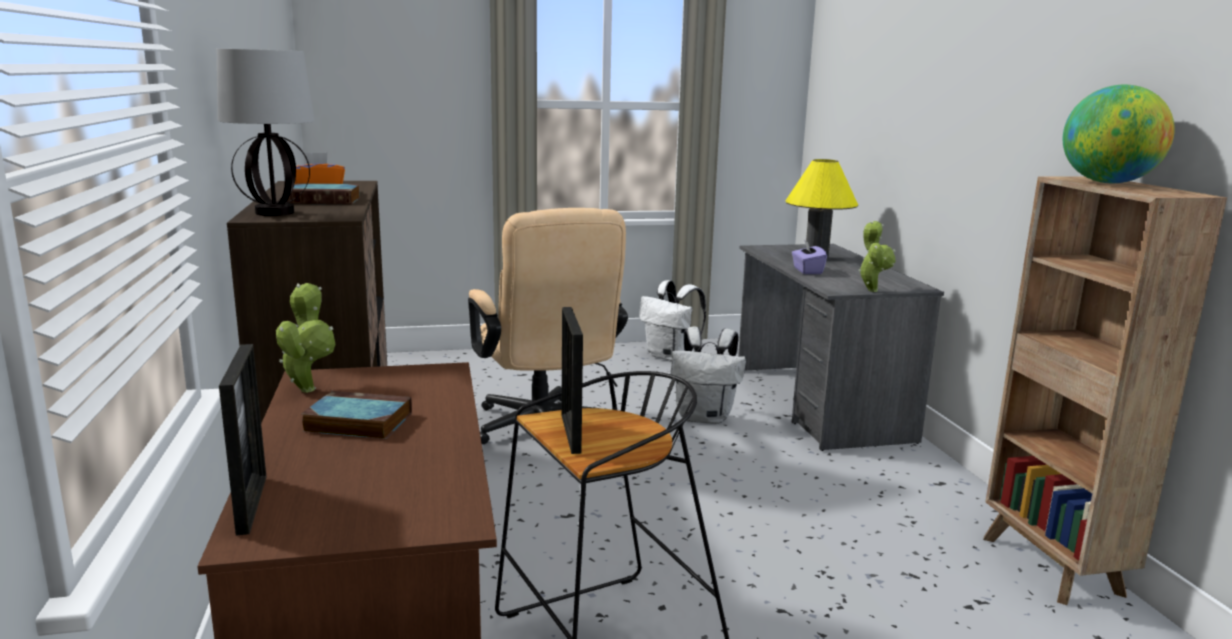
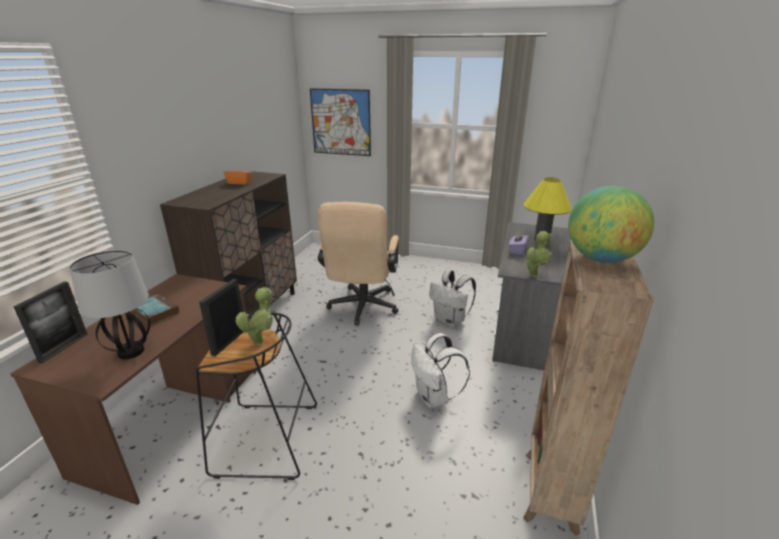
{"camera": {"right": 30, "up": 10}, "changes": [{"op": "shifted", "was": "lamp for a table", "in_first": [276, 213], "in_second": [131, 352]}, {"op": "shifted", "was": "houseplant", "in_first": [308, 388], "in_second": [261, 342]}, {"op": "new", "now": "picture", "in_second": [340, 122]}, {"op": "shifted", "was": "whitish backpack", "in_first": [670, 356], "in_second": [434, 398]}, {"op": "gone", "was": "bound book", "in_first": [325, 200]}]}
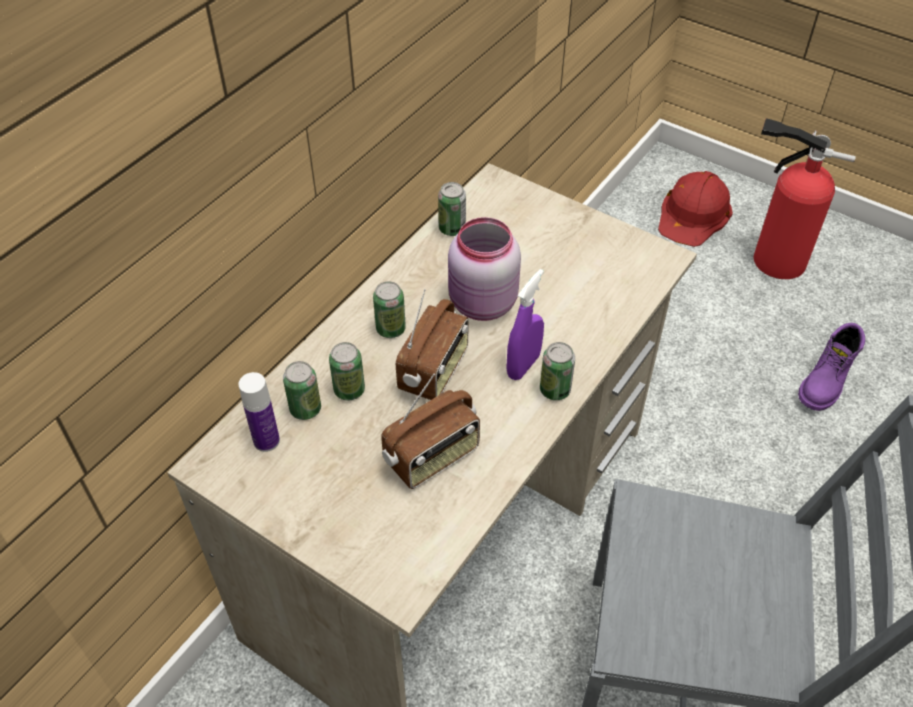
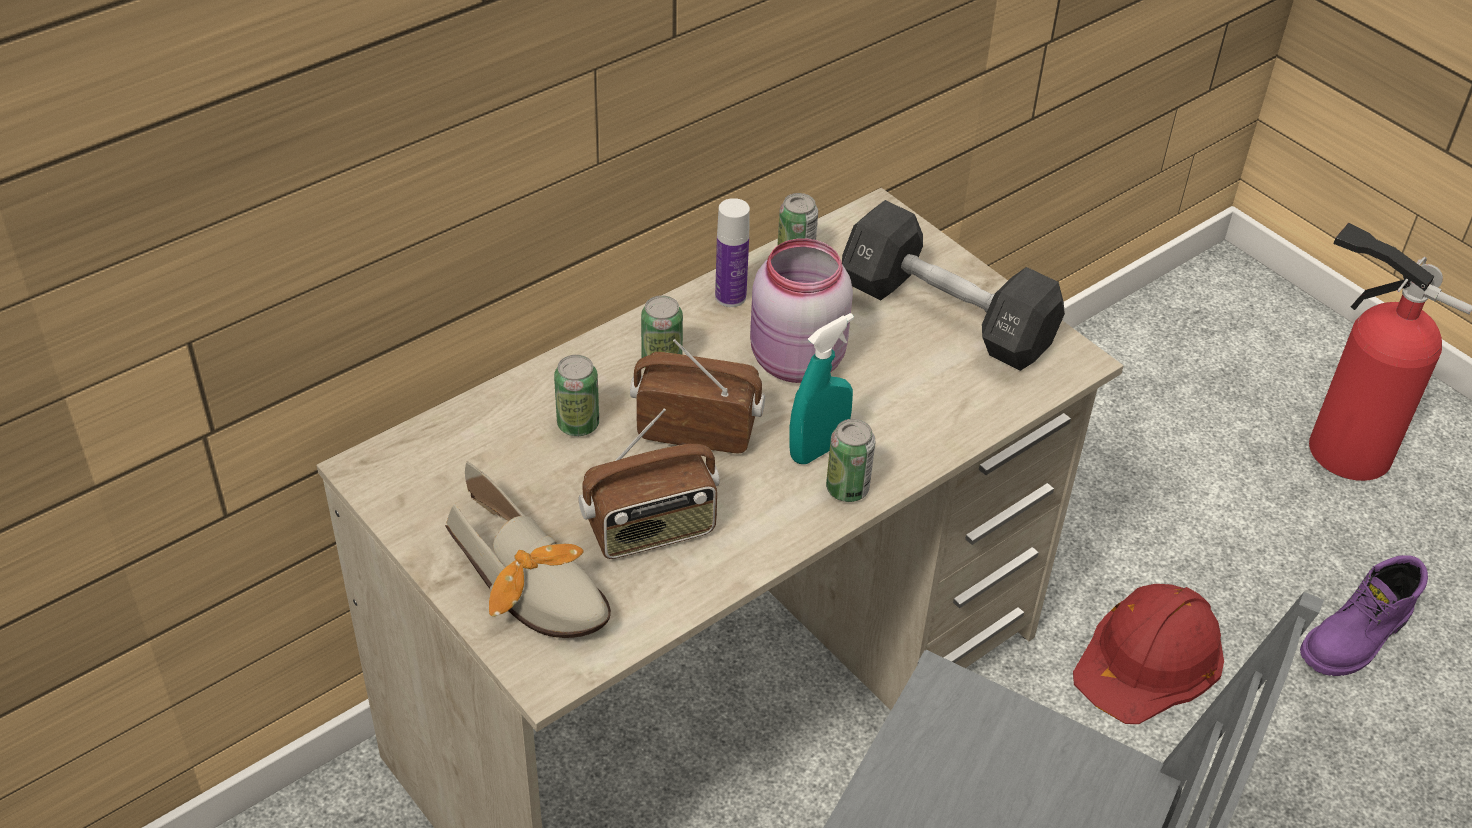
{"camera": {"right": 15, "up": -5}, "changes": [{"op": "new", "now": "shoe", "in_second": [533, 585]}, {"op": "rotated", "was": "radio", "in_first": [434, 371], "in_second": [697, 428], "clockwise": -120}, {"op": "shifted", "was": "bottle", "in_first": [266, 441], "in_second": [730, 297]}, {"op": "repainted", "was": "purplish spray bottle", "now": "blue-green spray bottle", "in_first": [523, 365], "in_second": [818, 449]}, {"op": "new", "now": "black free weight", "in_second": [946, 315]}, {"op": "shifted", "was": "red-coloured safety helmet", "in_first": [694, 214], "in_second": [1150, 659]}, {"op": "gone", "was": "can", "in_first": [305, 409]}]}
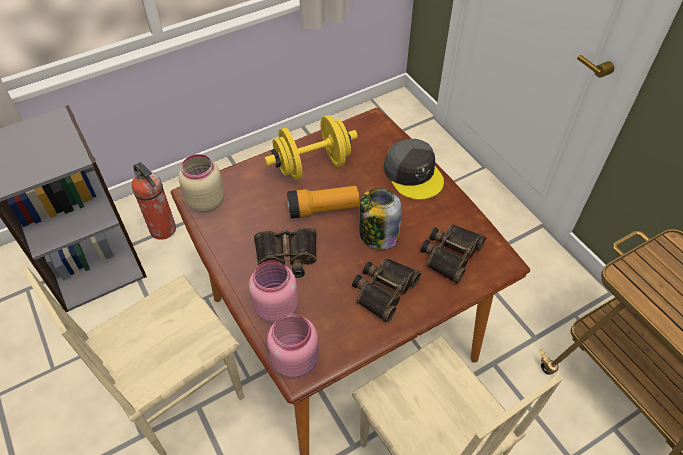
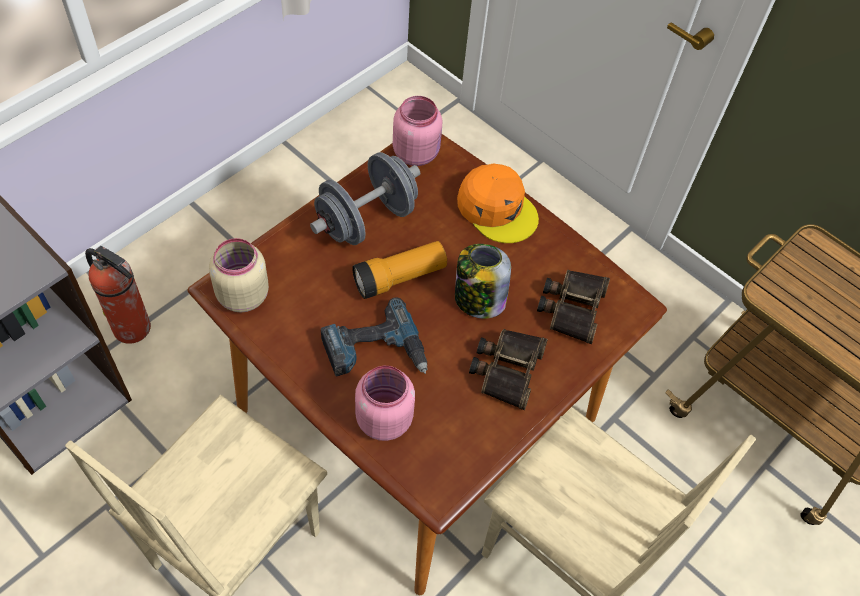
{"camera": {"right": -20, "up": 5}, "changes": [{"op": "repainted", "was": "yellow-coloured free weight", "now": "gray free weight", "in_first": [312, 165], "in_second": [366, 220]}, {"op": "swapped", "was": "field glasses", "now": "drill", "in_first": [286, 257], "in_second": [375, 351]}, {"op": "shifted", "was": "pink-coloured storage jar", "in_first": [296, 359], "in_second": [416, 152]}, {"op": "repainted", "was": "gray peaked cap", "now": "orangey peaked cap", "in_first": [413, 174], "in_second": [497, 209]}]}
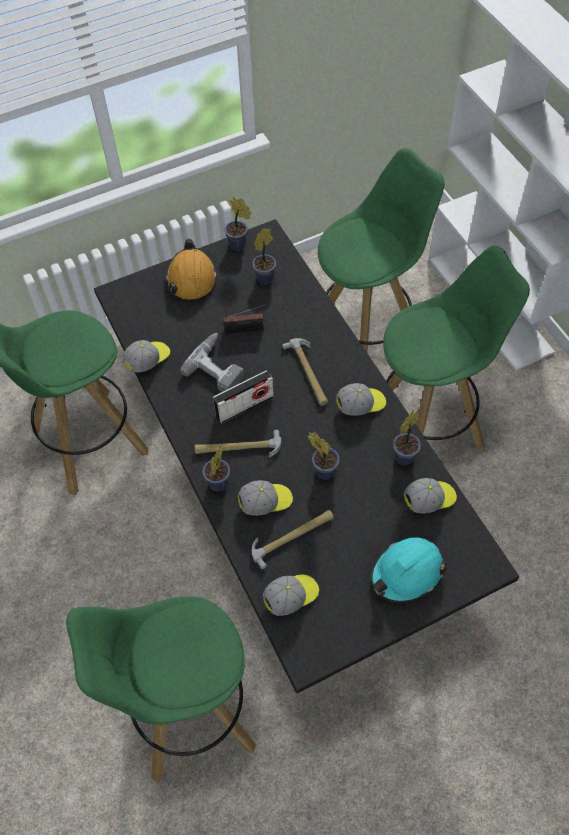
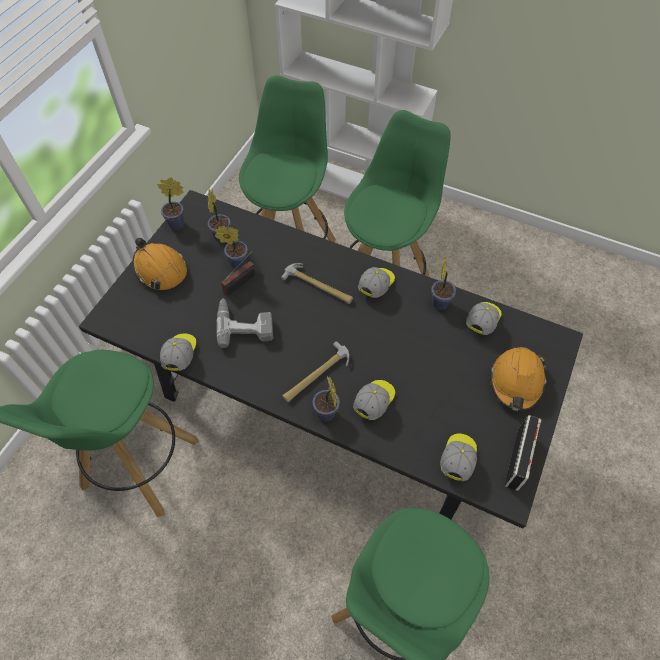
{"camera": {"right": -40, "up": 0}, "changes": [{"op": "shifted", "was": "houseplant", "in_first": [323, 470], "in_second": [236, 263]}, {"op": "repainted", "was": "blue-green safety helmet", "now": "orangey safety helmet", "in_first": [406, 573], "in_second": [516, 382]}, {"op": "shifted", "was": "radio", "in_first": [245, 406], "in_second": [518, 459]}, {"op": "gone", "was": "hand hammer", "in_first": [292, 537]}]}
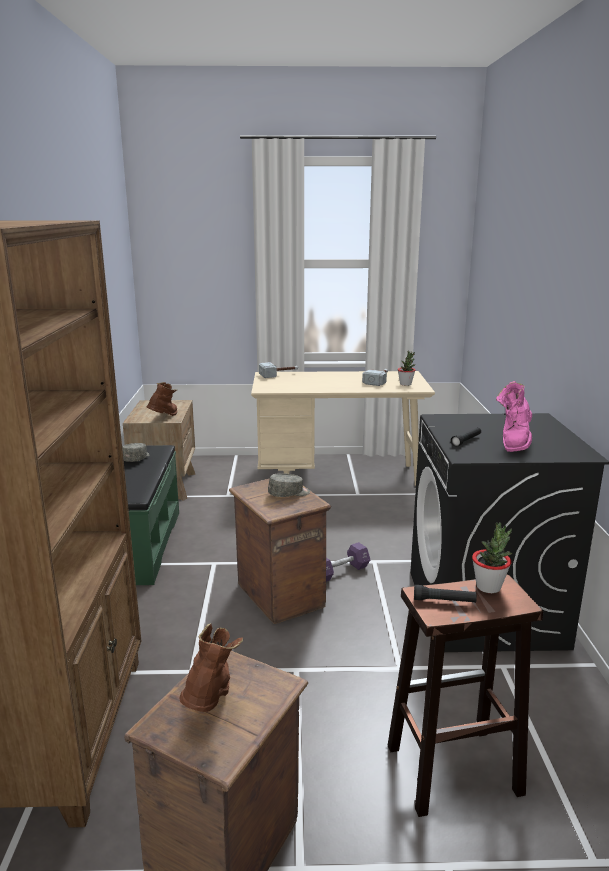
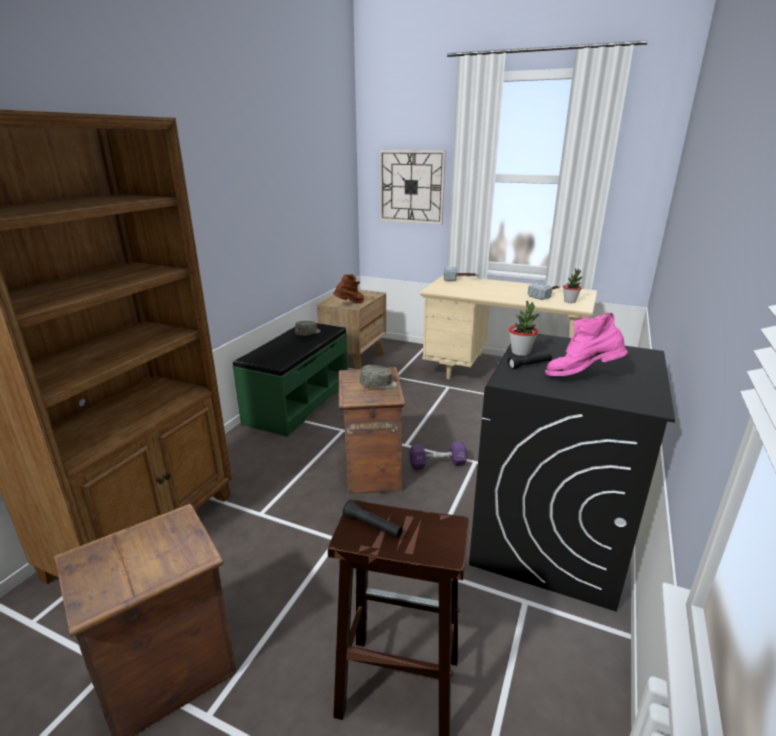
{"camera": {"right": 25, "up": 5}, "changes": [{"op": "new", "now": "clock on the wall", "in_second": [411, 187]}, {"op": "shifted", "was": "houseplant", "in_first": [488, 587], "in_second": [520, 352]}, {"op": "rotated", "was": "pink-coloured high-top boot", "in_first": [514, 442], "in_second": [581, 376], "clockwise": 45}, {"op": "gone", "was": "brown high-top boot", "in_first": [210, 701]}]}
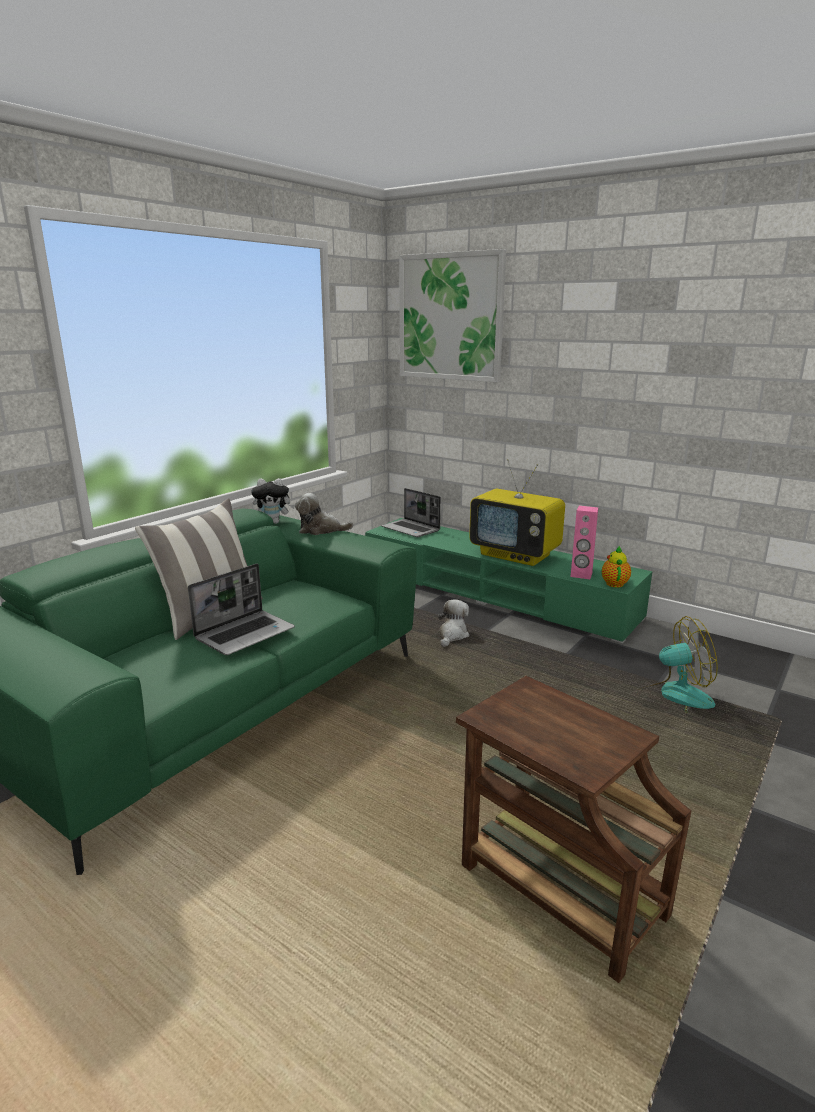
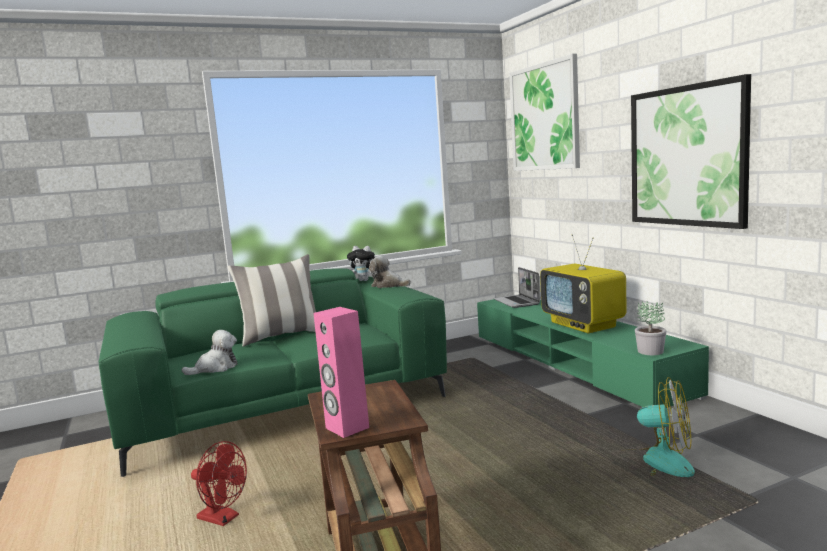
{"camera": {"right": 30, "up": -10}, "changes": [{"op": "shifted", "was": "cuddly toy", "in_first": [452, 635], "in_second": [215, 368]}, {"op": "new", "now": "red-coloured cooling fan", "in_second": [223, 519]}, {"op": "shifted", "was": "pink-coloured audio speaker", "in_first": [581, 575], "in_second": [346, 428]}, {"op": "new", "now": "picture", "in_second": [687, 156]}, {"op": "swapped", "was": "teapot", "now": "houseplant", "in_first": [614, 583], "in_second": [650, 351]}, {"op": "gone", "was": "portable computer", "in_first": [245, 633]}]}
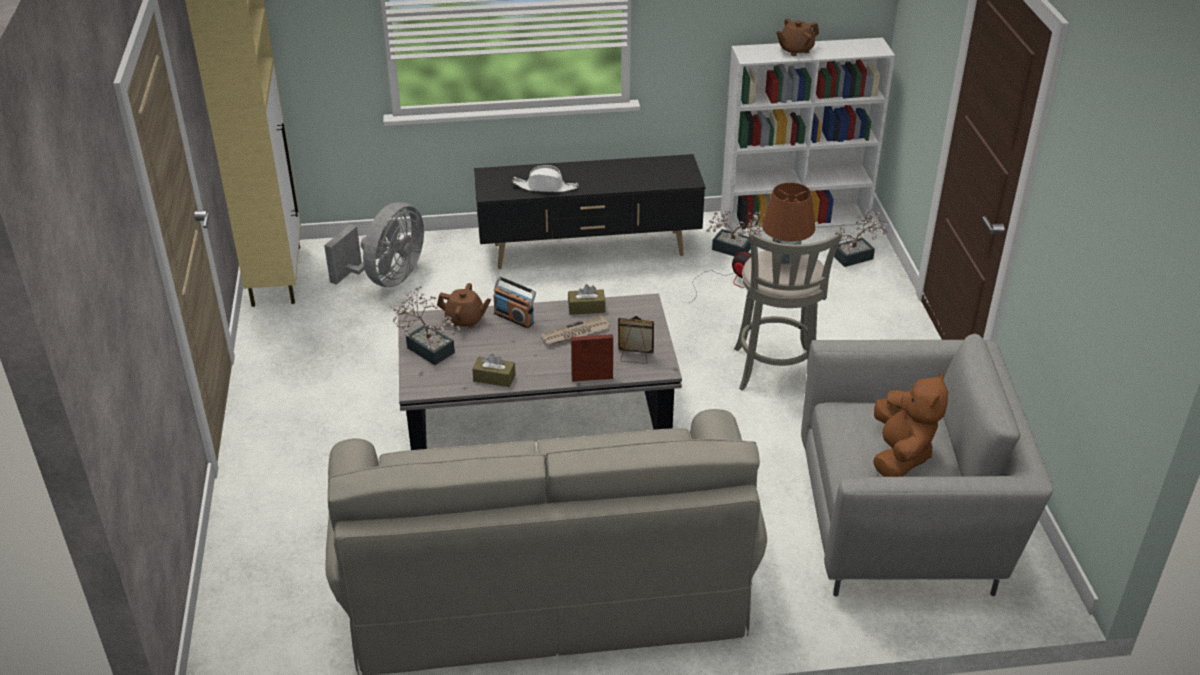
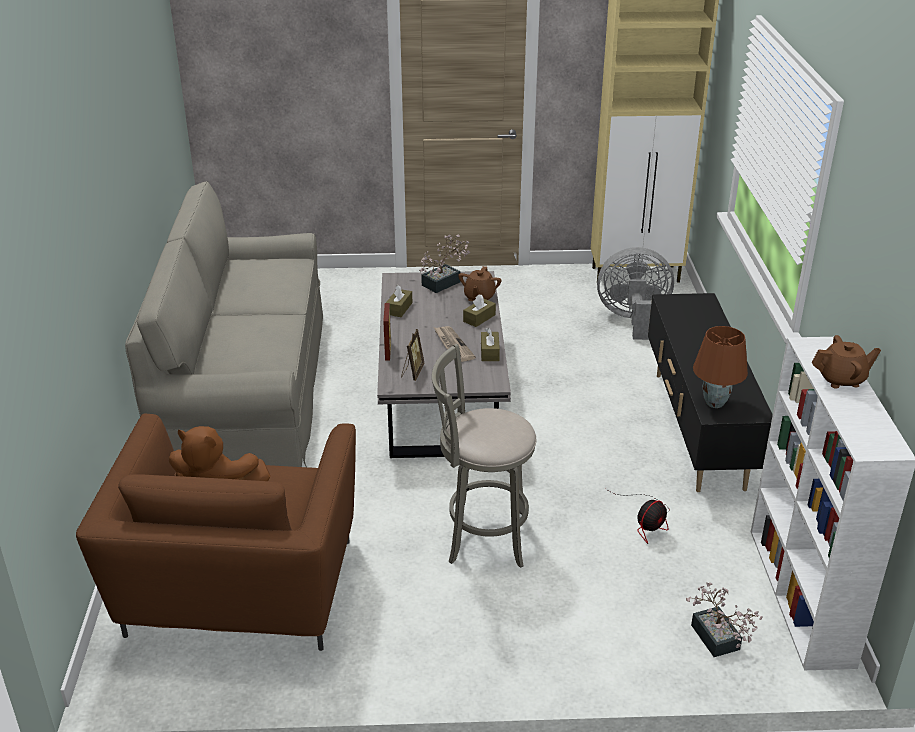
{"camera": {"right": 95, "up": -5}, "changes": [{"op": "repainted", "was": "gray armchair", "now": "brown armchair", "in_first": [903, 522], "in_second": [239, 592]}, {"op": "swapped", "was": "radio", "now": "brown tissue holder", "in_first": [514, 318], "in_second": [479, 318]}, {"op": "rotated", "was": "gray cooling fan", "in_first": [387, 278], "in_second": [635, 321], "clockwise": 150}, {"op": "shifted", "was": "brown lamp for a table", "in_first": [785, 259], "in_second": [715, 403]}, {"op": "rotated", "was": "brown teapot", "in_first": [795, 50], "in_second": [841, 379], "clockwise": 105}, {"op": "gone", "was": "whitish wearable hat", "in_first": [545, 187]}, {"op": "gone", "was": "houseplant", "in_first": [735, 250]}]}
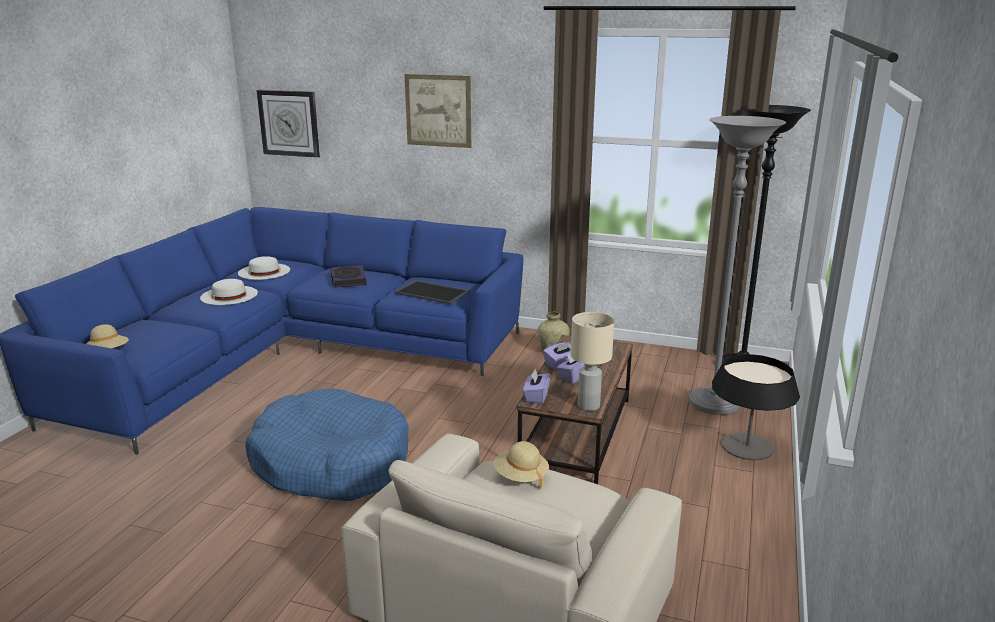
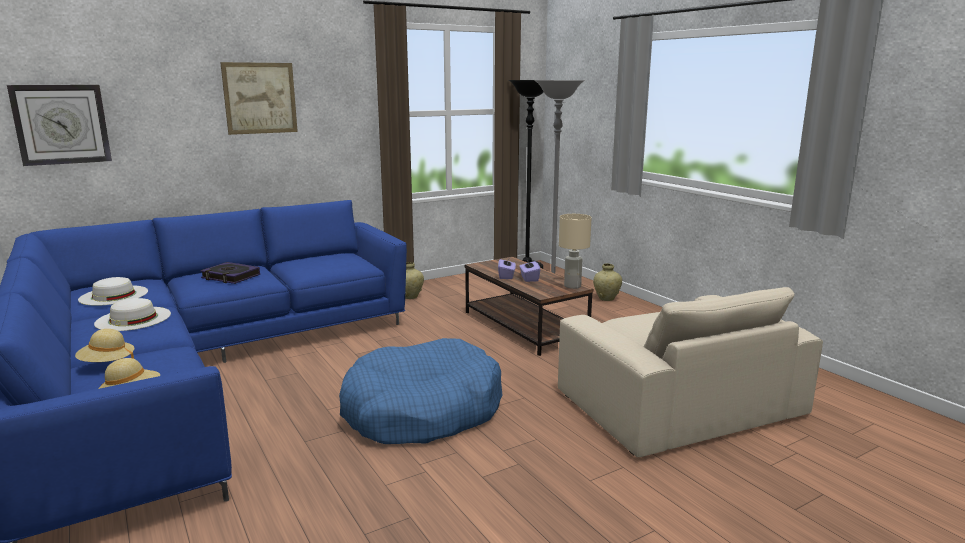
{"camera": {"right": -50, "up": -5}, "changes": [{"op": "shifted", "was": "beige-coloured wearable hat", "in_first": [520, 476], "in_second": [107, 363]}, {"op": "swapped", "was": "lamp for a table", "now": "beige-coloured decorative vase", "in_first": [747, 446], "in_second": [606, 298]}, {"op": "gone", "was": "serving tray", "in_first": [433, 292]}, {"op": "gone", "was": "purplish tissue holder", "in_first": [536, 396]}]}
